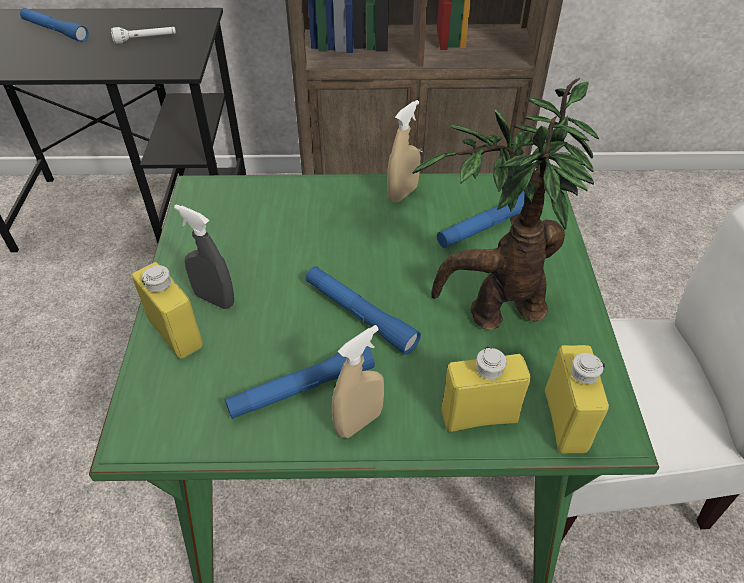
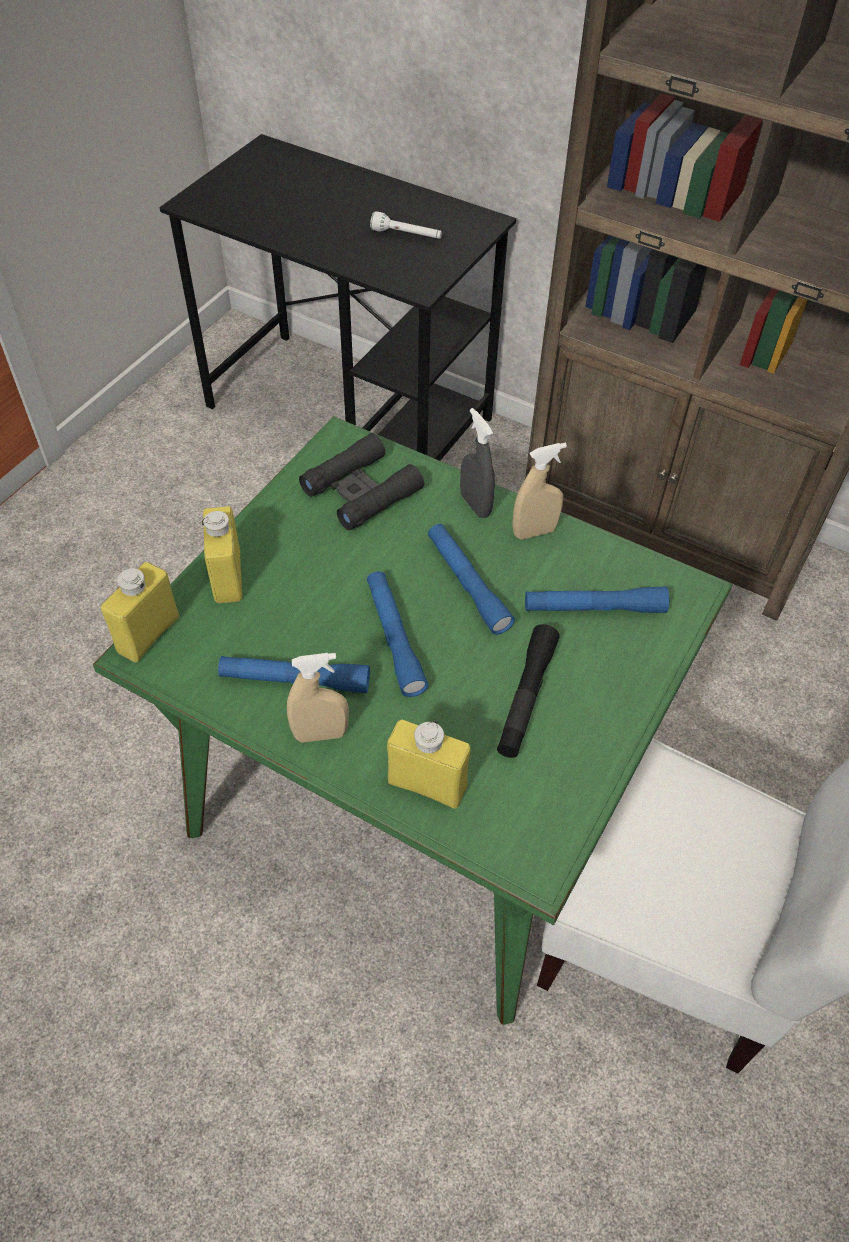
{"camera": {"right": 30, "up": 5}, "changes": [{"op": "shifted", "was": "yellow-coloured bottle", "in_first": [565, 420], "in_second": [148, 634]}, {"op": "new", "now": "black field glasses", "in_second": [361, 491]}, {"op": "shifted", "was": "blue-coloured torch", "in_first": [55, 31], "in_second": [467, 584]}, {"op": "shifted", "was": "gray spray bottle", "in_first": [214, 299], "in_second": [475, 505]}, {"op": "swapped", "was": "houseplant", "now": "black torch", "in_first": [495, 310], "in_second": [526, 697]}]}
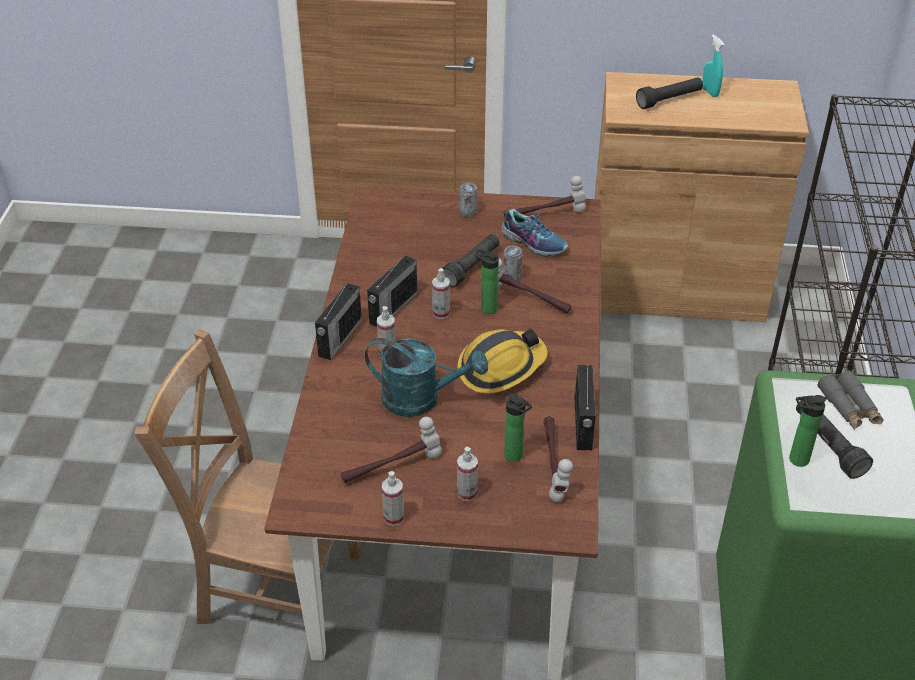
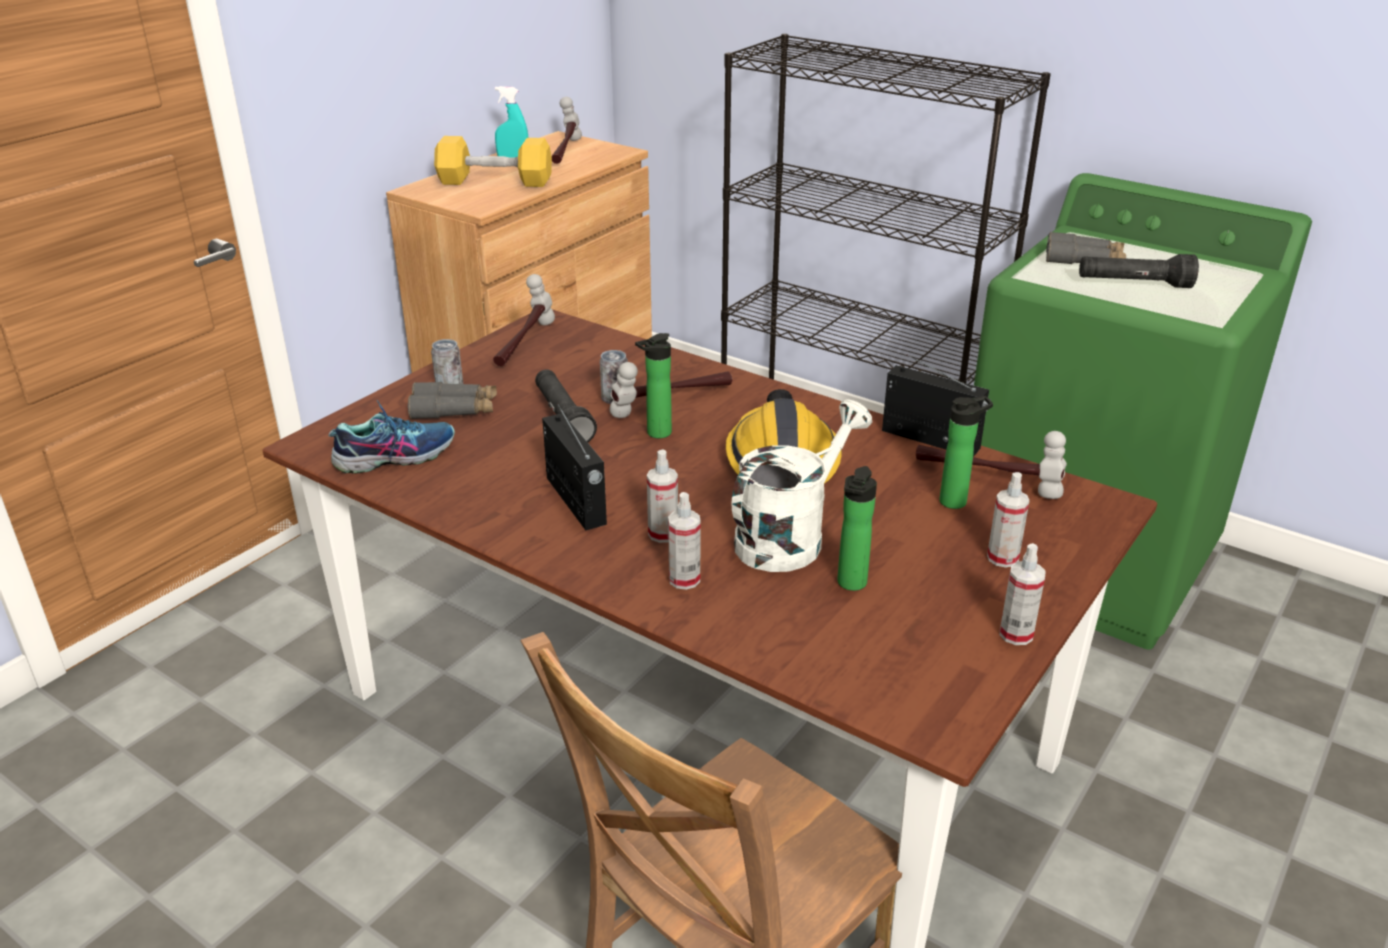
{"camera": {"right": -60, "up": -10}, "changes": [{"op": "shifted", "was": "shoe", "in_first": [534, 242], "in_second": [395, 455]}, {"op": "new", "now": "gray field glasses", "in_second": [454, 410]}, {"op": "swapped", "was": "black torch", "now": "yellow-coloured free weight", "in_first": [669, 100], "in_second": [495, 181]}, {"op": "shifted", "was": "hand hammer", "in_first": [391, 467], "in_second": [565, 151]}, {"op": "shifted", "was": "spray bottle", "in_first": [441, 313], "in_second": [684, 579]}, {"op": "repainted", "was": "blue-green sprinkling can", "now": "whitish sprinkling can", "in_first": [421, 399], "in_second": [789, 537]}, {"op": "shifted", "was": "bottle", "in_first": [795, 460], "in_second": [850, 585]}, {"op": "gone", "was": "radio", "in_first": [339, 338]}]}
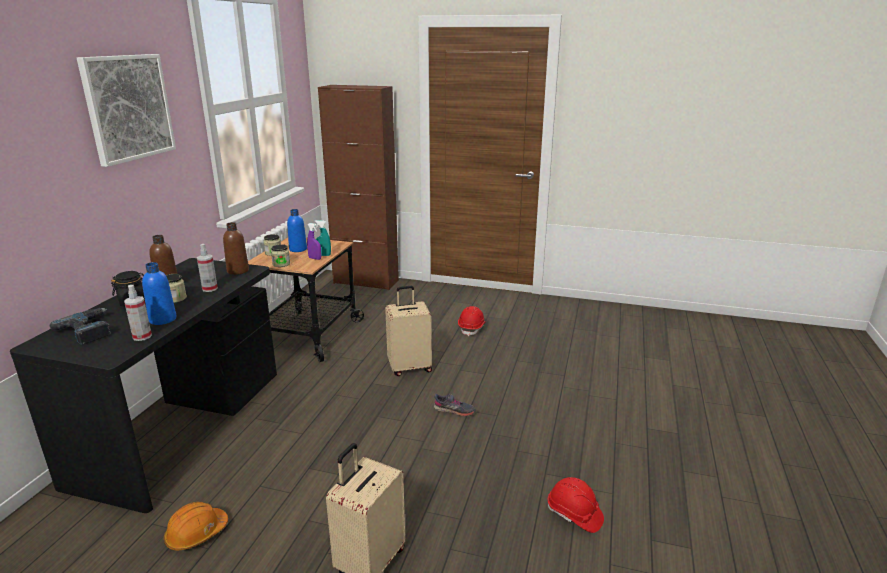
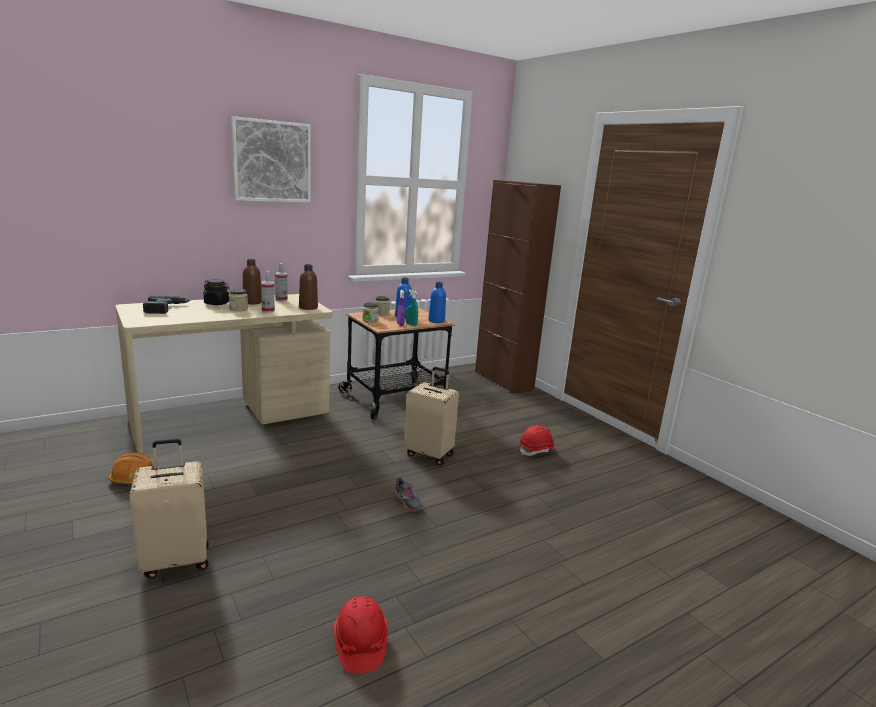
{"camera": {"right": 40, "up": -5}, "changes": [{"op": "repainted", "was": "black desk table", "now": "beige-coloured desk table", "in_first": [183, 426], "in_second": [232, 418]}, {"op": "shifted", "was": "spray bottle", "in_first": [142, 336], "in_second": [281, 299]}, {"op": "shifted", "was": "blue-coloured bottle", "in_first": [163, 319], "in_second": [436, 321]}]}
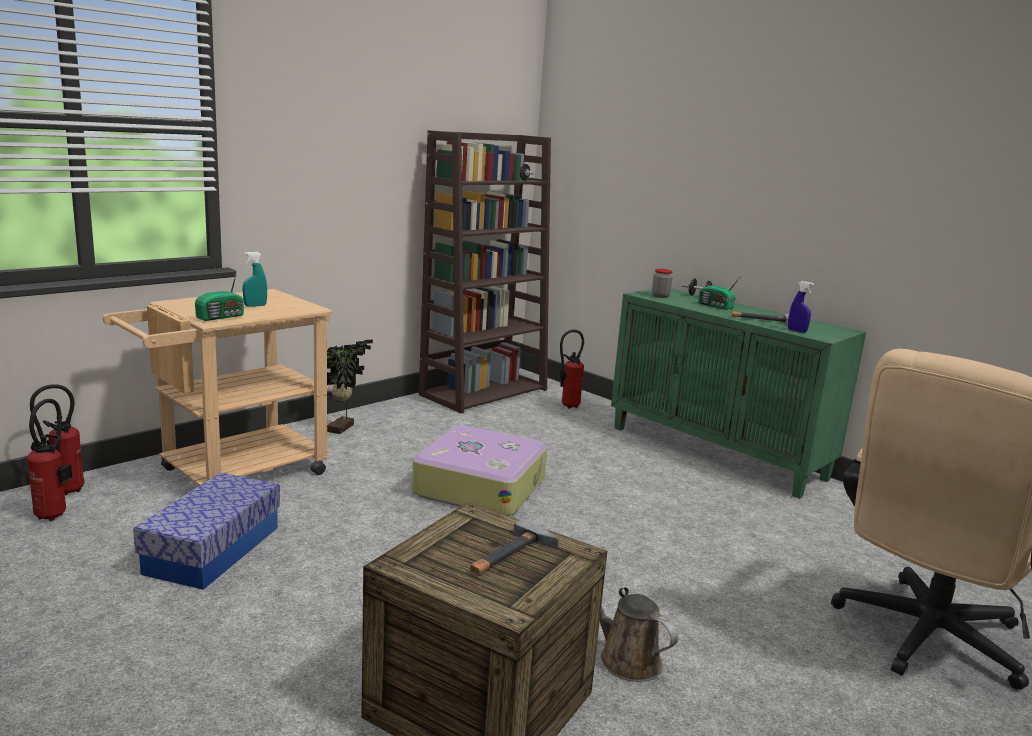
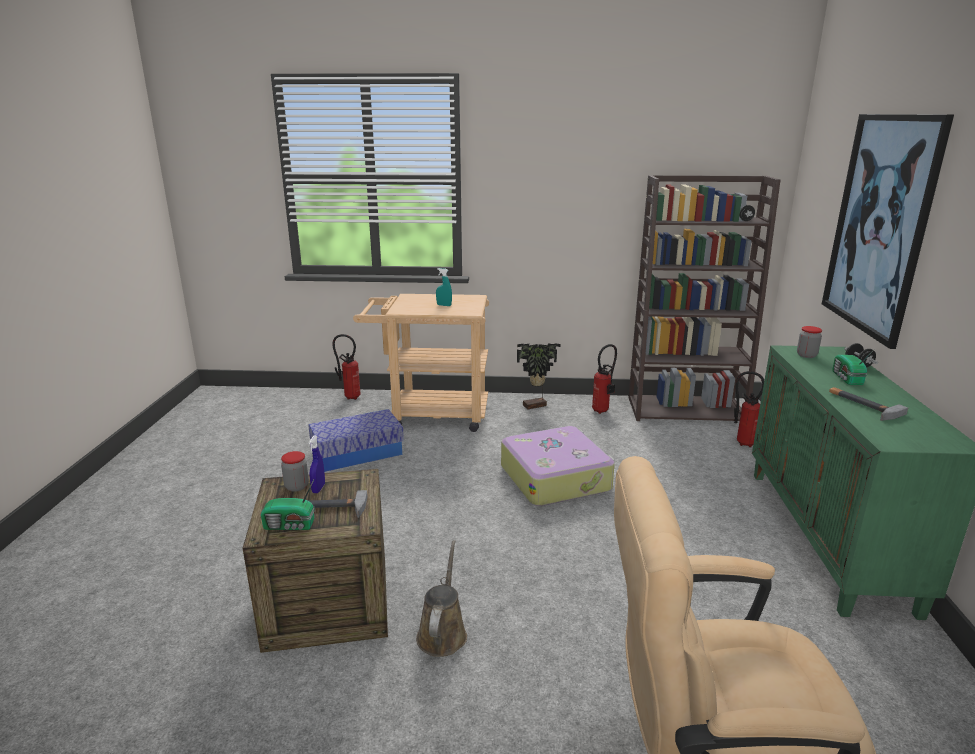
{"camera": {"right": 50, "up": 5}, "changes": [{"op": "shifted", "was": "radio", "in_first": [222, 317], "in_second": [290, 525]}, {"op": "new", "now": "storage jar", "in_second": [296, 486]}, {"op": "shifted", "was": "blue-coloured spray bottle", "in_first": [797, 331], "in_second": [318, 488]}, {"op": "shifted", "was": "fire-fighting cylinder", "in_first": [56, 514], "in_second": [603, 411]}, {"op": "new", "now": "picture", "in_second": [879, 225]}]}
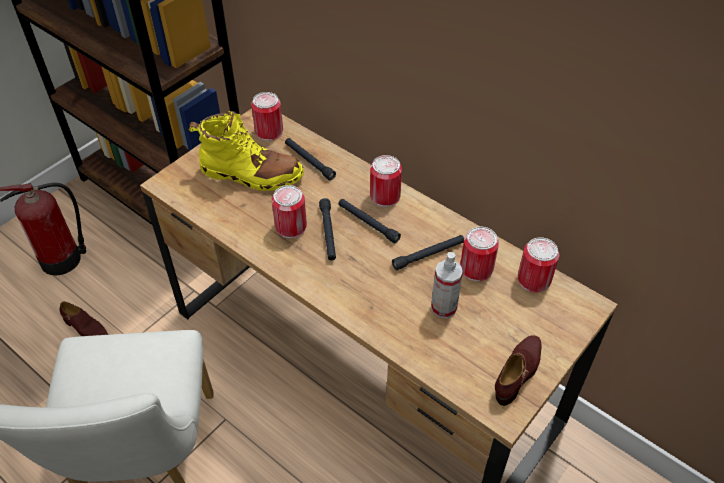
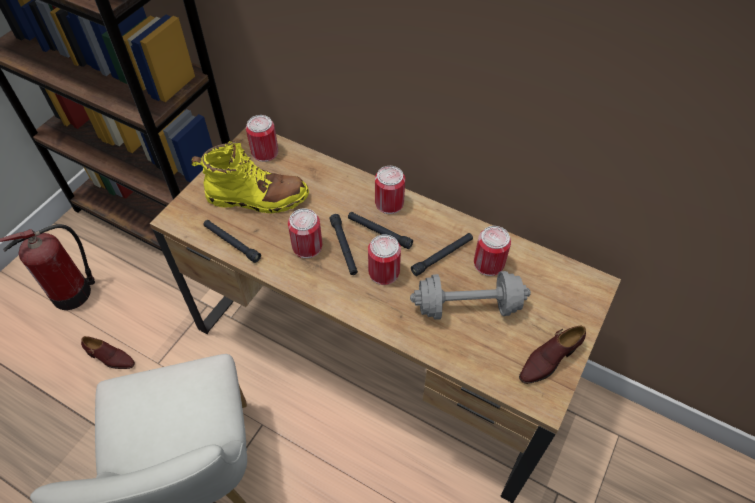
{"camera": {"right": -10, "up": 5}, "changes": [{"op": "shifted", "was": "black torch", "in_first": [309, 161], "in_second": [232, 243]}, {"op": "shifted", "was": "can", "in_first": [534, 280], "in_second": [384, 272]}, {"op": "swapped", "was": "spray bottle", "now": "gray free weight", "in_first": [444, 308], "in_second": [467, 306]}, {"op": "rotated", "was": "brown shoe", "in_first": [518, 372], "in_second": [548, 359], "clockwise": -150}]}
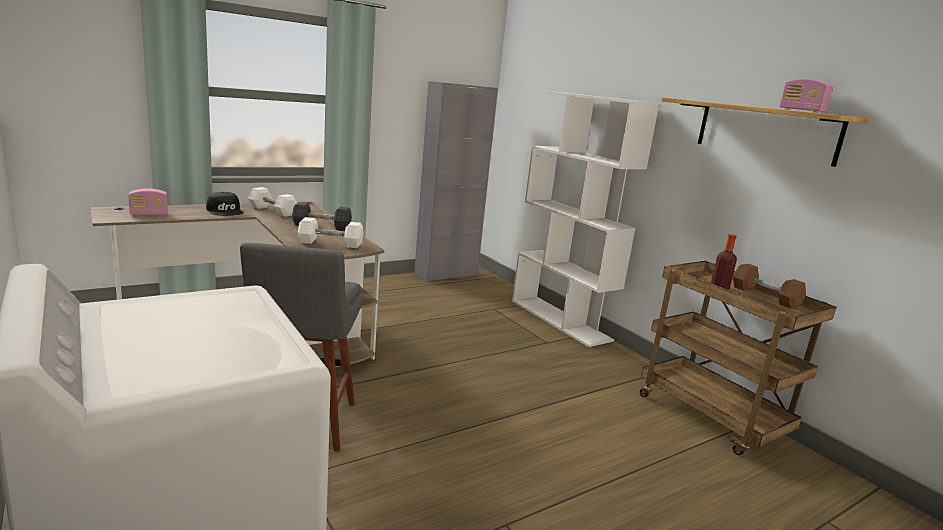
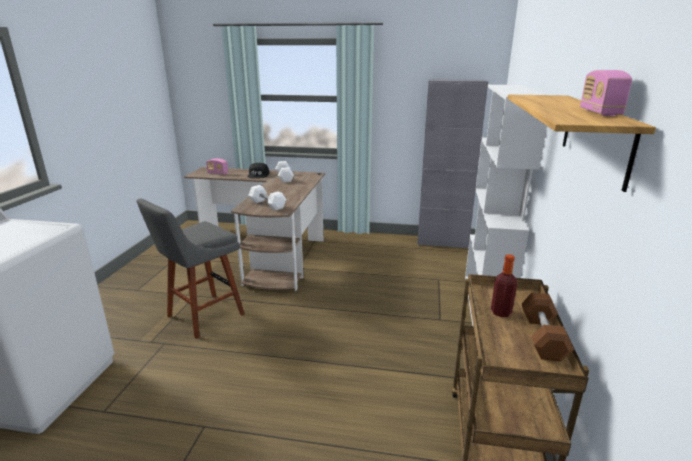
{"camera": {"right": 45, "up": 5}, "changes": [{"op": "gone", "was": "gray free weight", "in_first": [322, 226]}]}
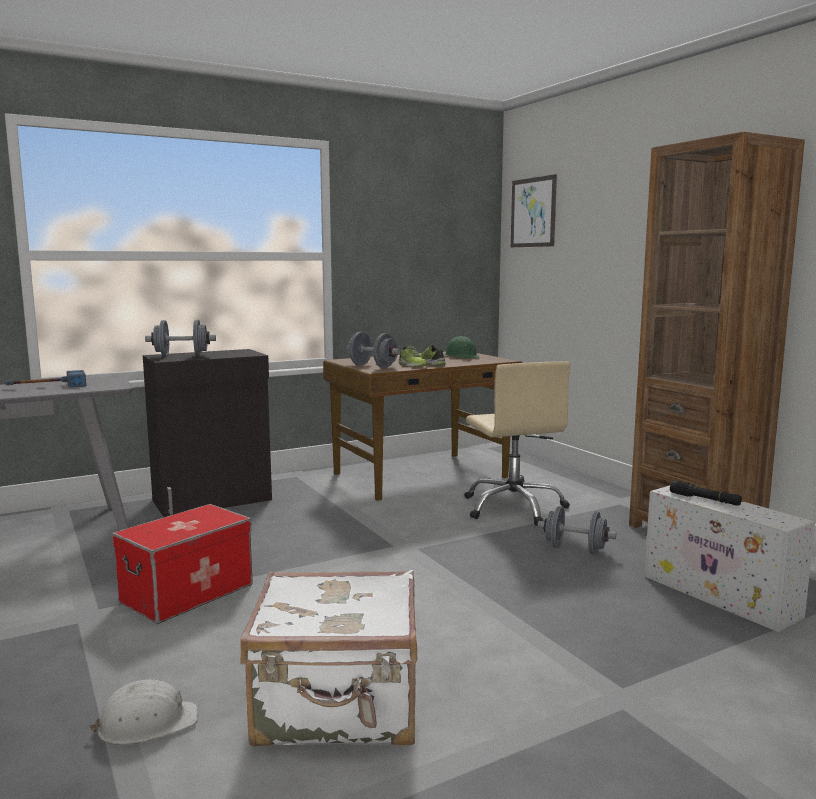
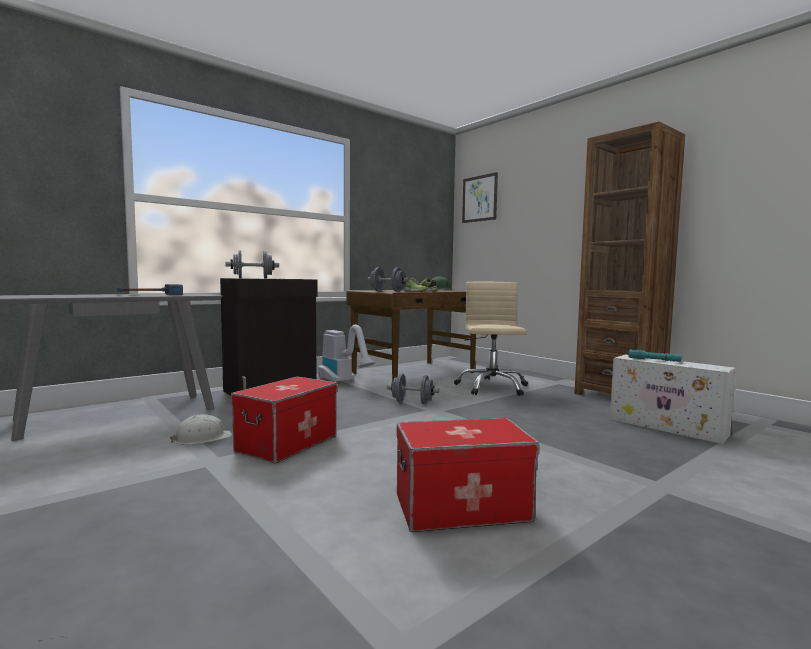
{"camera": {"right": -10, "up": -5}, "changes": [{"op": "shifted", "was": "whitish safety helmet", "in_first": [147, 723], "in_second": [202, 438]}, {"op": "new", "now": "vacuum cleaner", "in_second": [344, 382]}, {"op": "shifted", "was": "gray free weight", "in_first": [575, 549], "in_second": [412, 402]}, {"op": "swapped", "was": "whitish suitcase", "now": "storage container", "in_first": [339, 707], "in_second": [462, 507]}, {"op": "rotated", "was": "beige-coloured desk chair", "in_first": [514, 507], "in_second": [491, 387], "clockwise": -150}, {"op": "repainted", "was": "black torch", "now": "blue-green torch", "in_first": [704, 499], "in_second": [654, 360]}]}
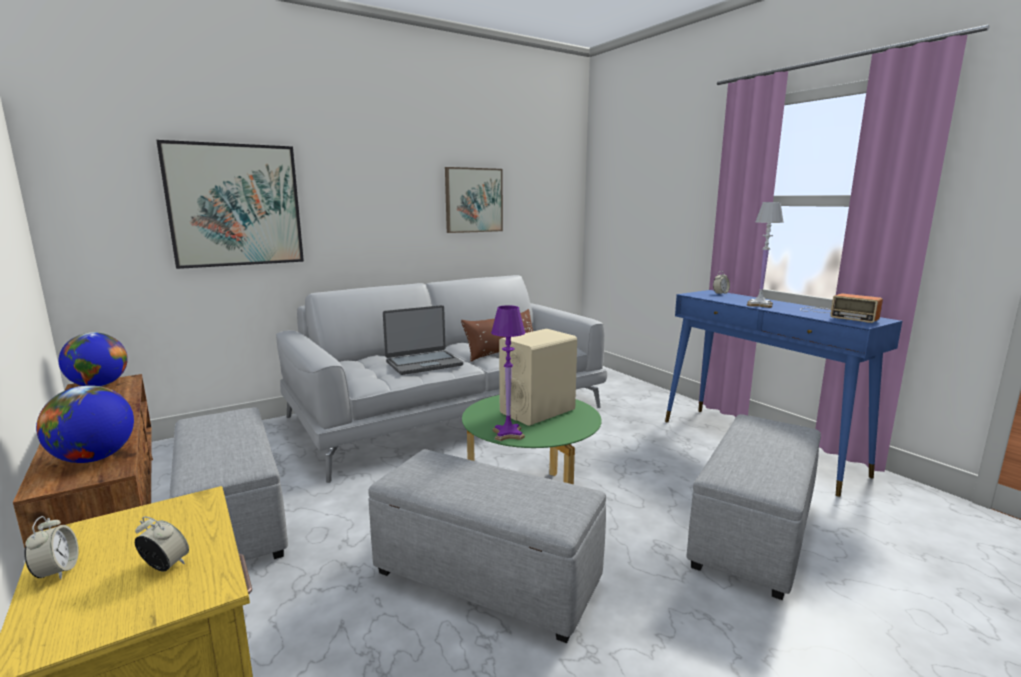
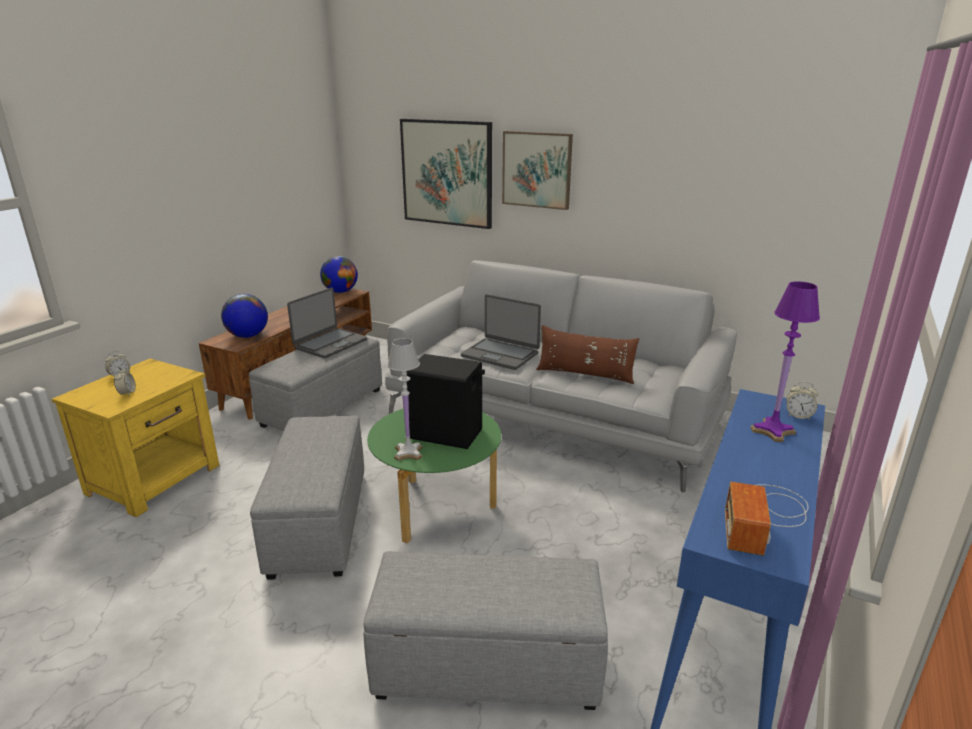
{"camera": {"right": 60, "up": 10}, "changes": [{"op": "new", "now": "portable computer", "in_second": [330, 344]}, {"op": "shifted", "was": "whitish lamp for a table", "in_first": [759, 305], "in_second": [409, 452]}, {"op": "repainted", "was": "beige-coloured audio speaker", "now": "black audio speaker", "in_first": [537, 411], "in_second": [447, 434]}, {"op": "shifted", "was": "picture", "in_first": [473, 200], "in_second": [537, 170]}, {"op": "shifted", "was": "purplish lamp for a table", "in_first": [507, 434], "in_second": [772, 431]}]}
